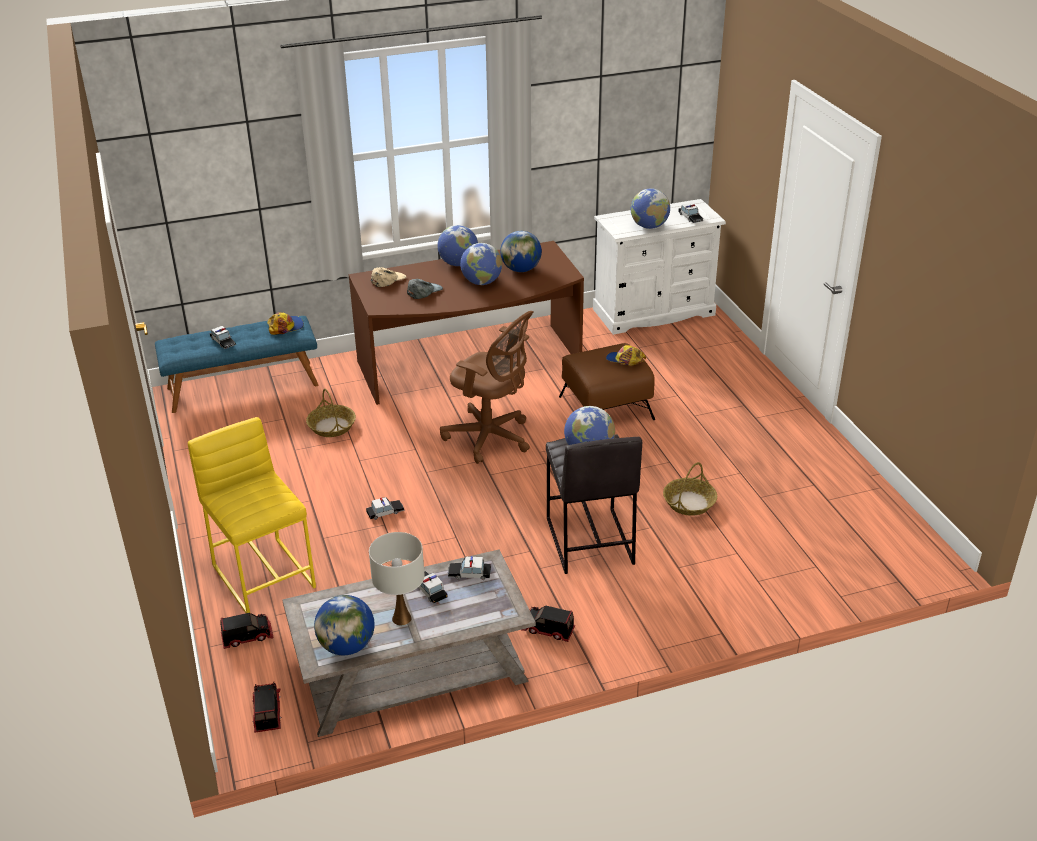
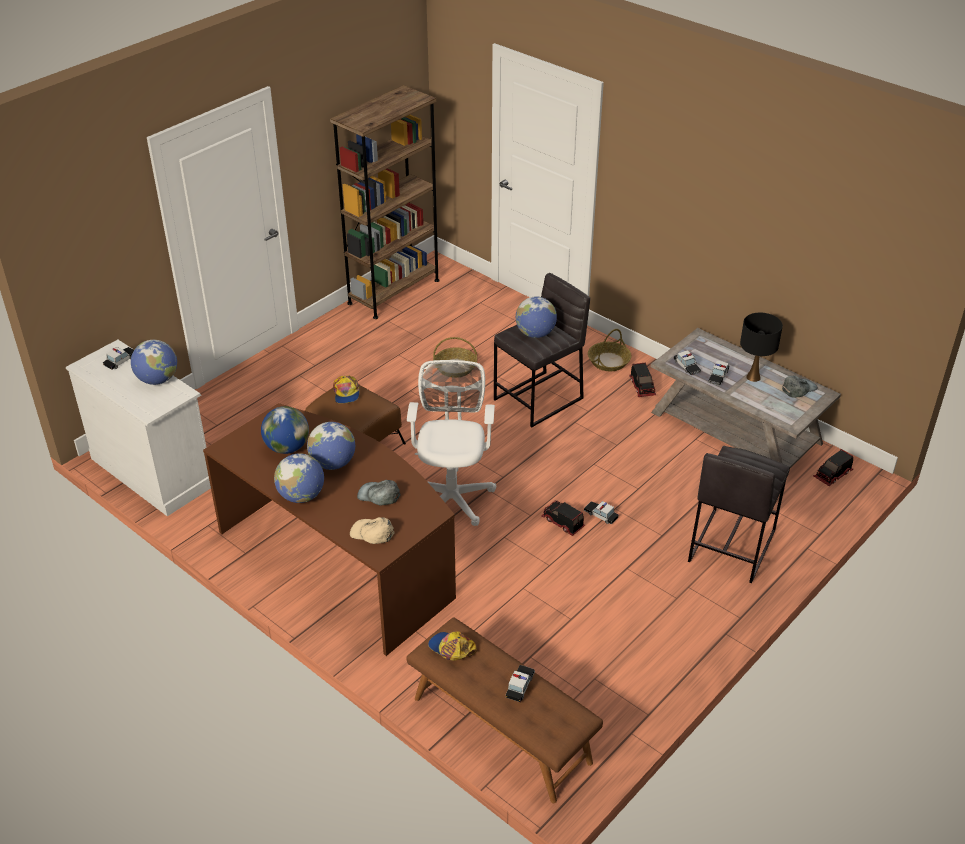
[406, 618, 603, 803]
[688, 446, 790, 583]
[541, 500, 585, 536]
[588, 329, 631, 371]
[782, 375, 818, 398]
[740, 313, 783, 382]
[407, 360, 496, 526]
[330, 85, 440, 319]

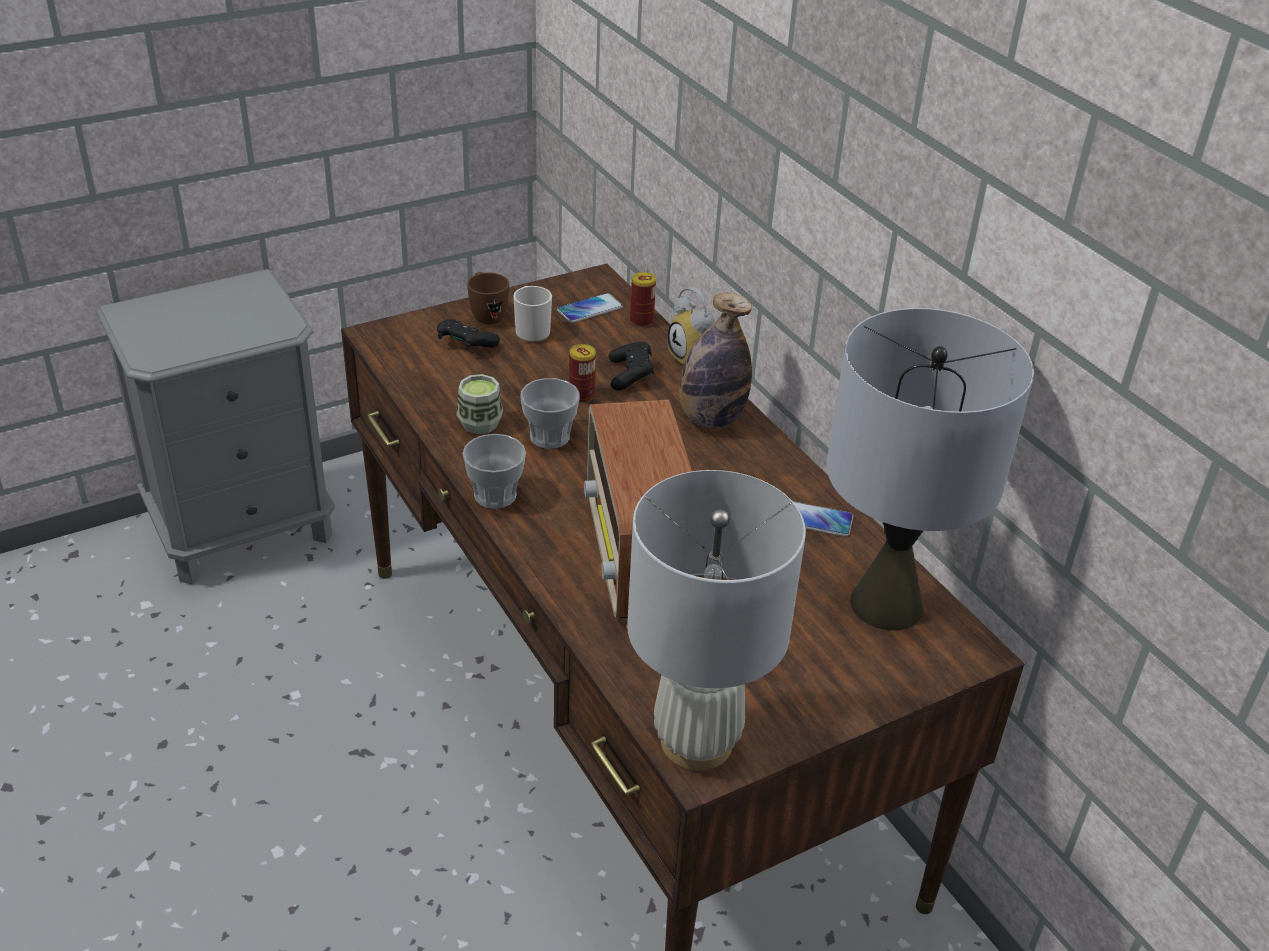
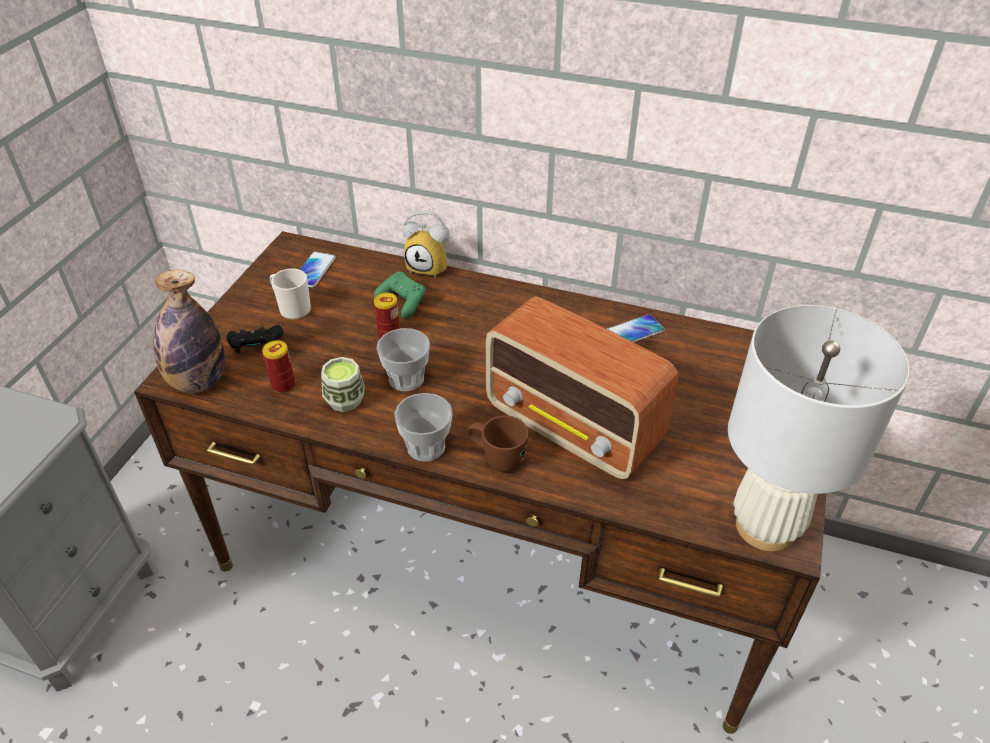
[468, 415, 529, 472]
[374, 272, 426, 319]
[262, 340, 295, 393]
[153, 270, 225, 393]
[827, 308, 1034, 630] (first image)

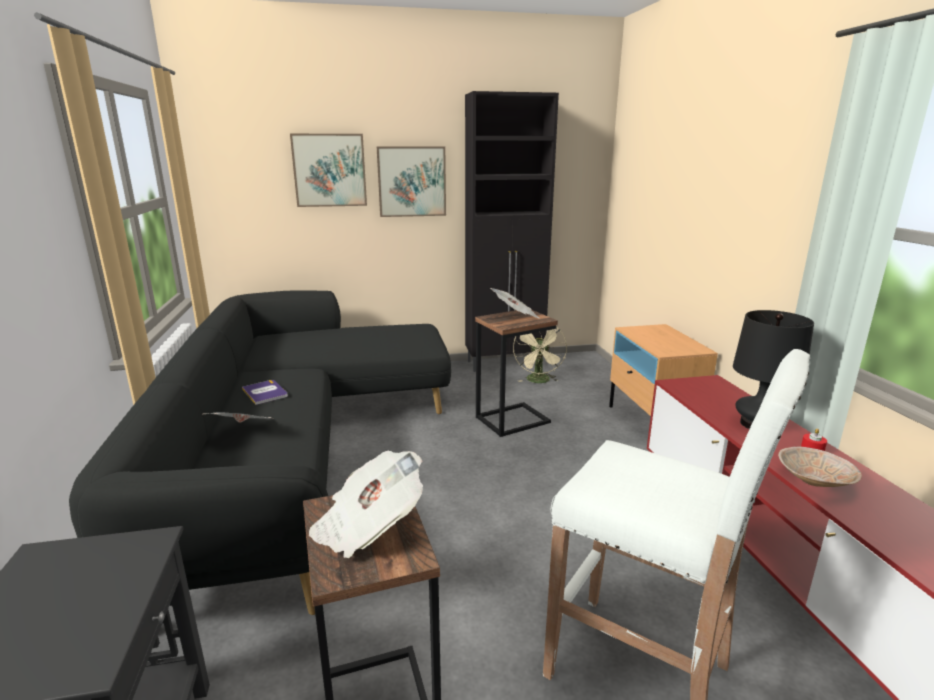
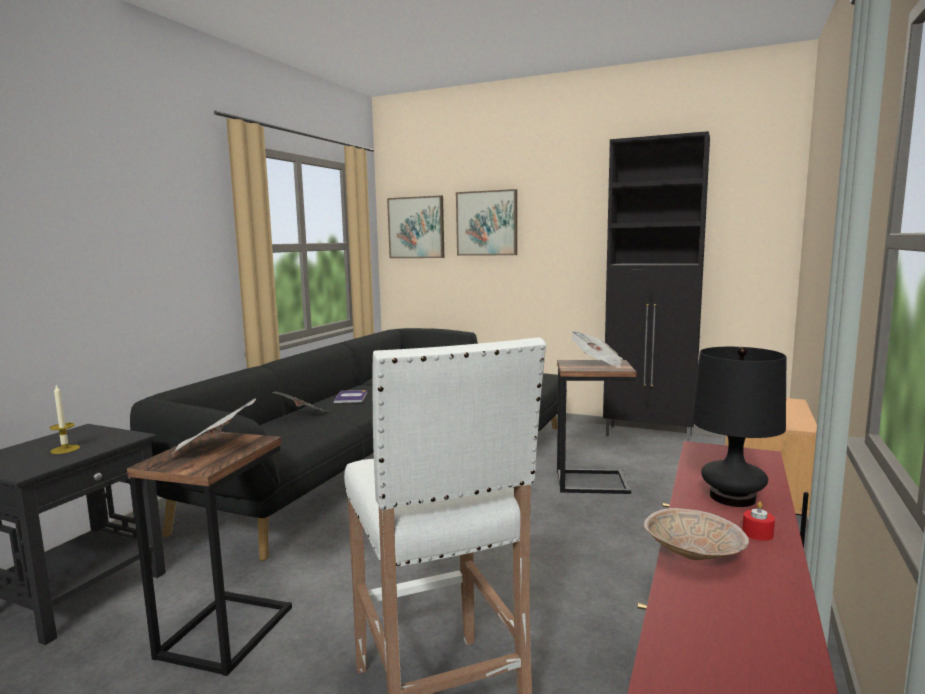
[387, 196, 444, 258]
[513, 327, 567, 383] (first image)
[49, 384, 80, 454]

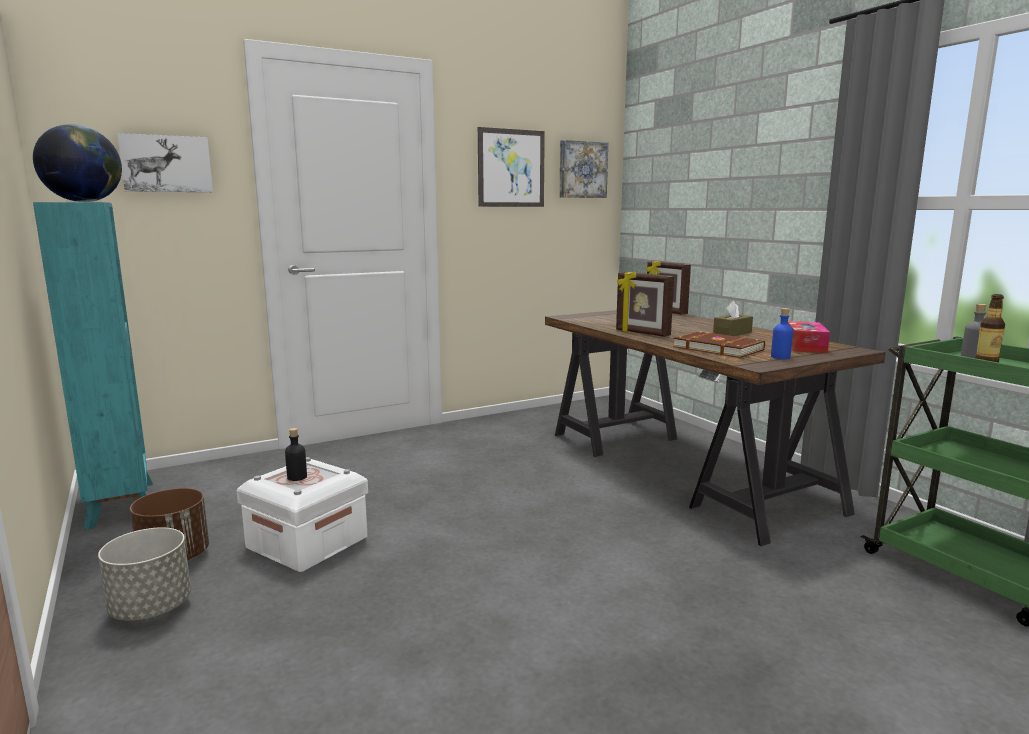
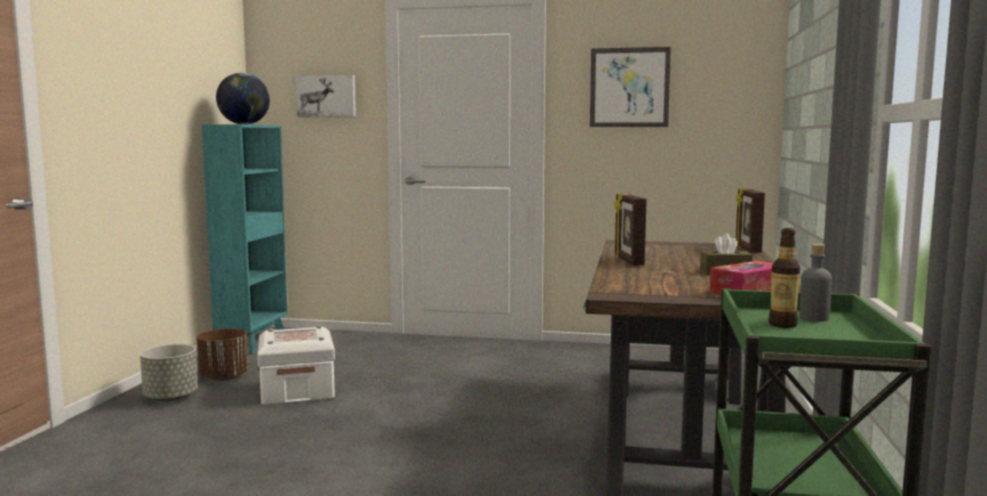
[285, 428, 307, 481] (first image)
[559, 140, 608, 198] (first image)
[673, 331, 765, 358] (first image)
[771, 308, 793, 359] (first image)

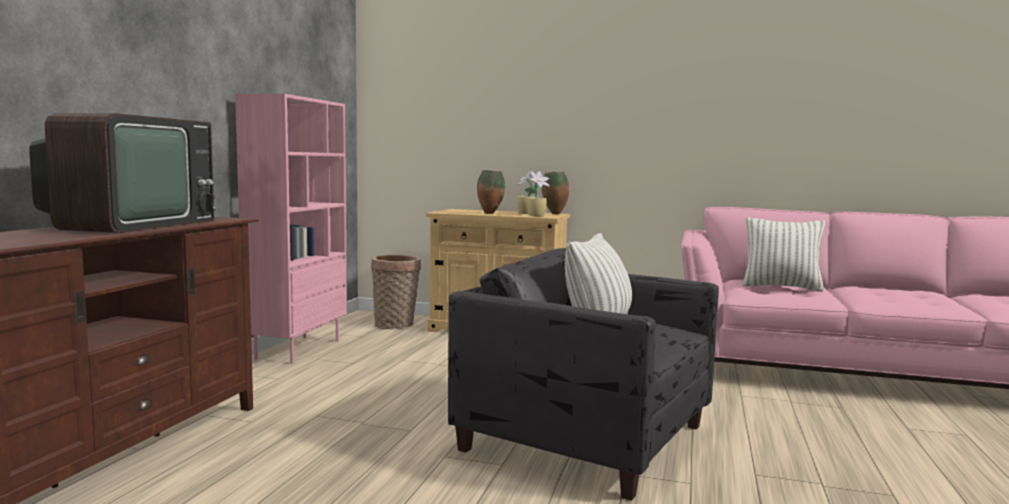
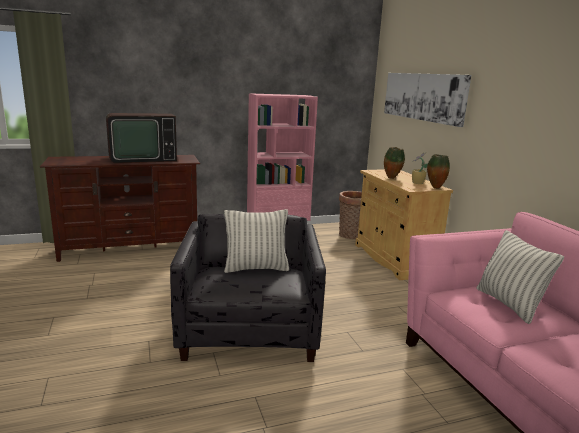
[524, 171, 549, 217] (first image)
[384, 73, 471, 127]

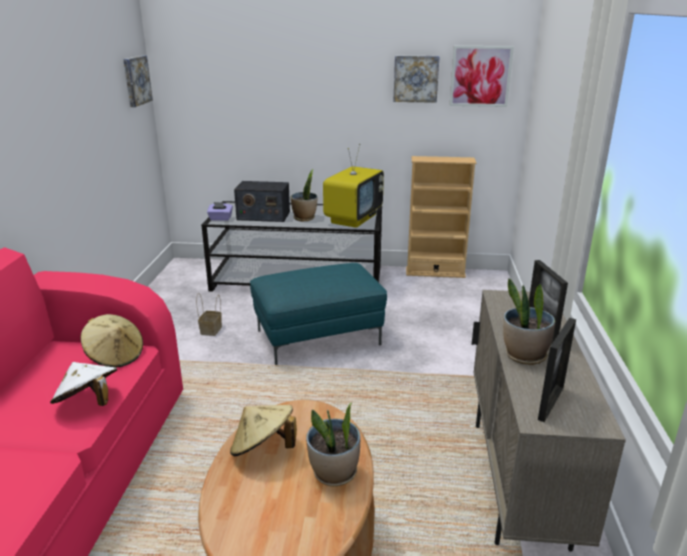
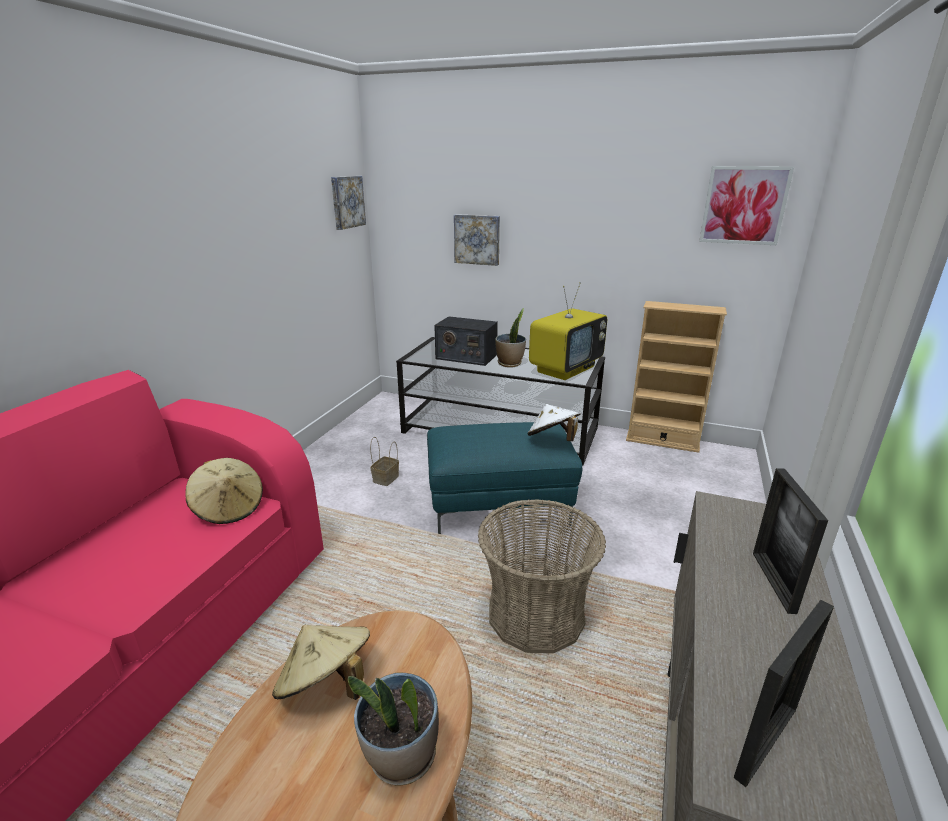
[528, 404, 580, 441]
[207, 202, 233, 221] (first image)
[454, 214, 500, 266]
[503, 278, 555, 365] (first image)
[478, 499, 606, 653]

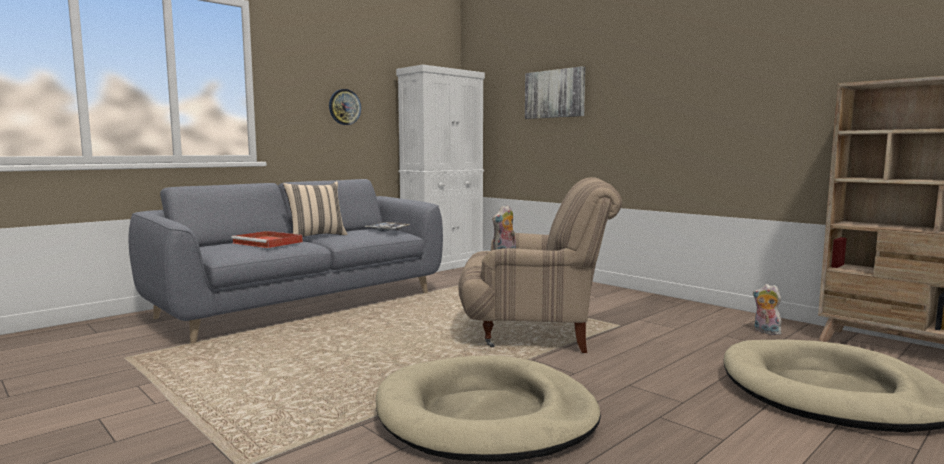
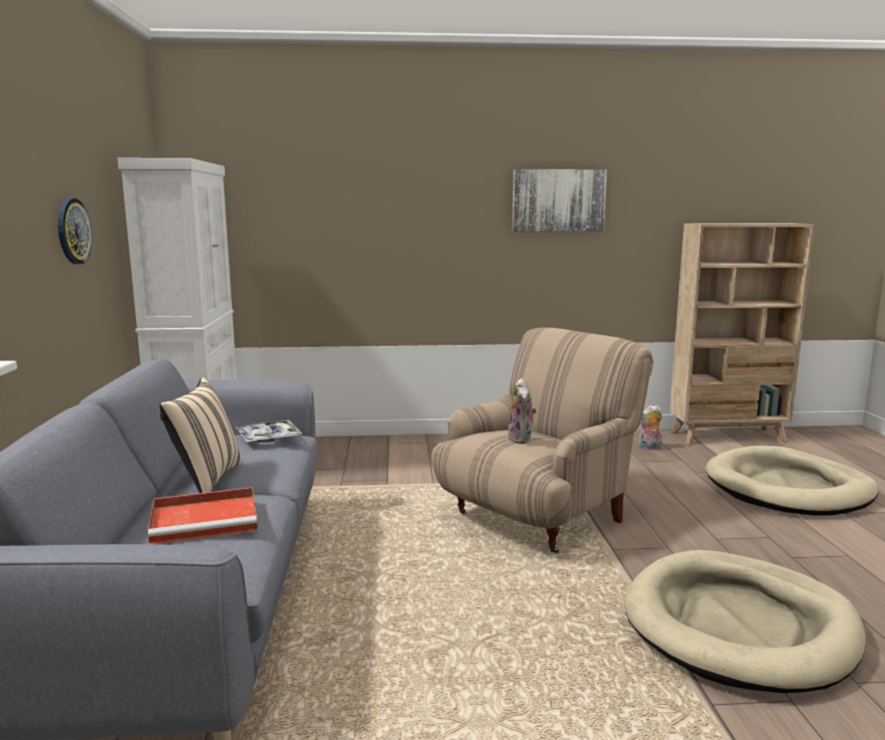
[512, 169, 607, 231]

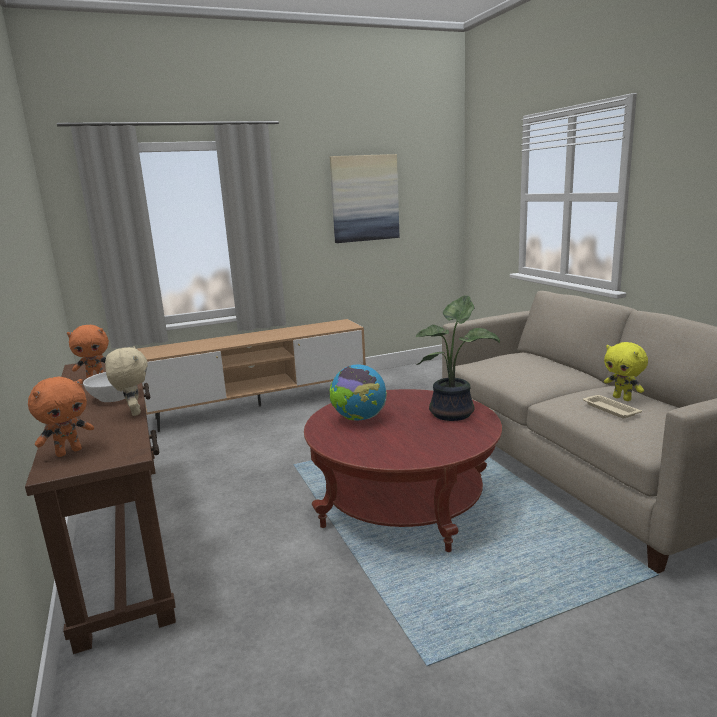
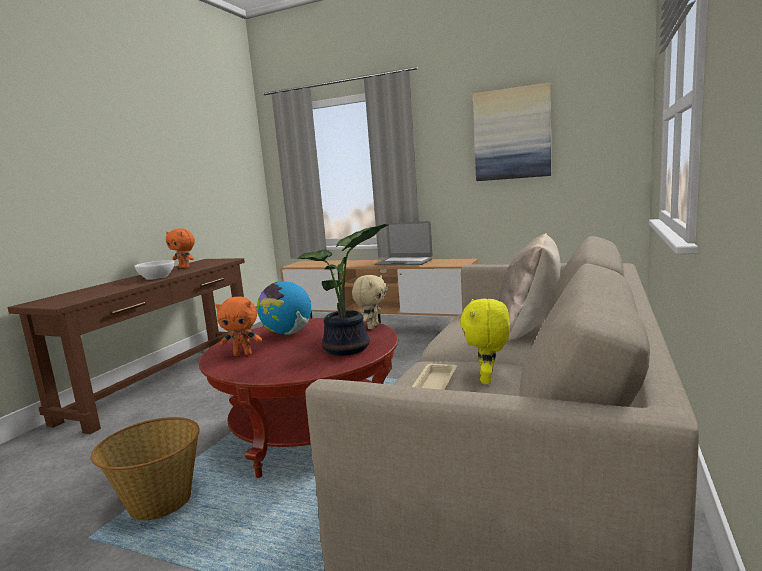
[215, 297, 262, 356]
[352, 275, 386, 329]
[91, 417, 200, 520]
[375, 221, 433, 265]
[499, 233, 561, 342]

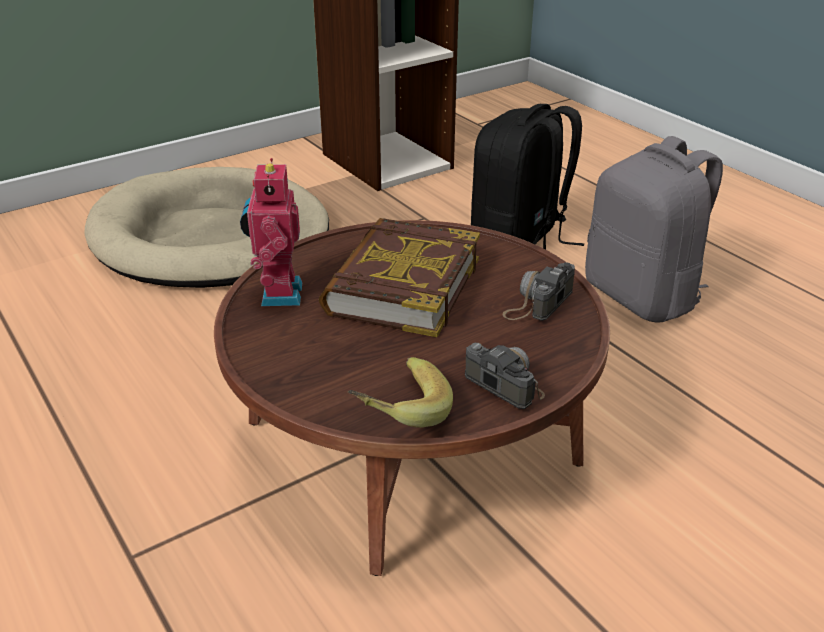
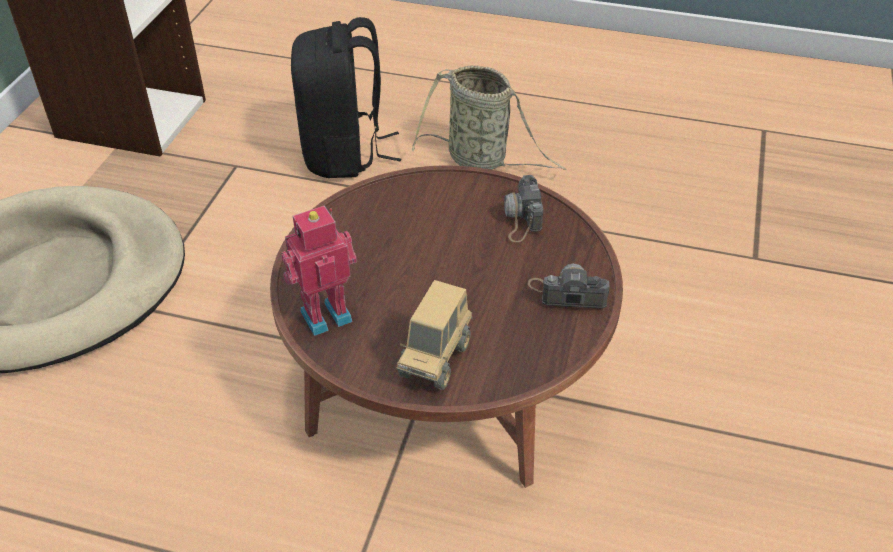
[282, 206, 357, 336]
[319, 218, 480, 337] (first image)
[348, 357, 453, 428] (first image)
[412, 65, 566, 170]
[396, 280, 472, 390]

